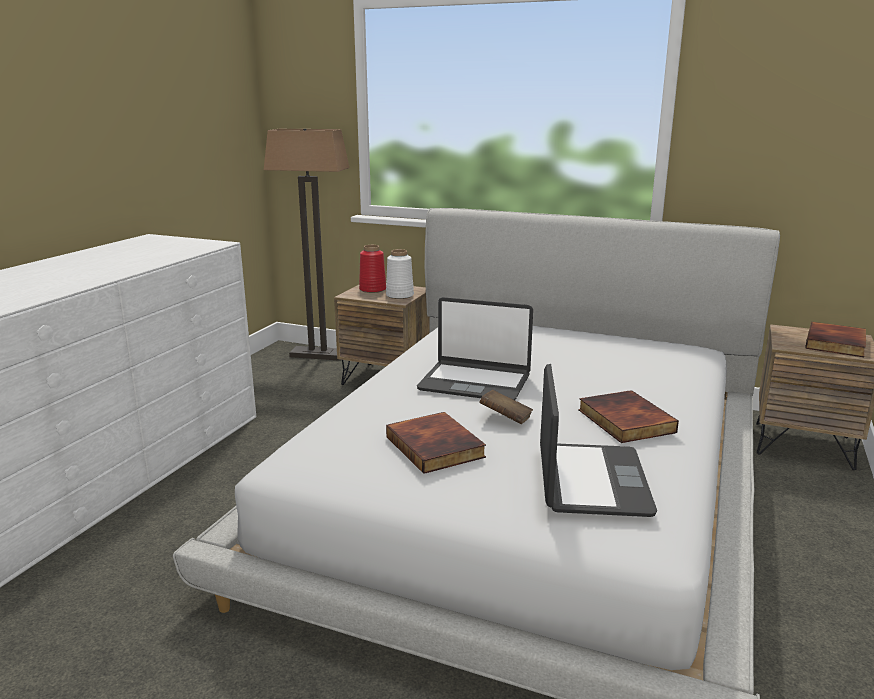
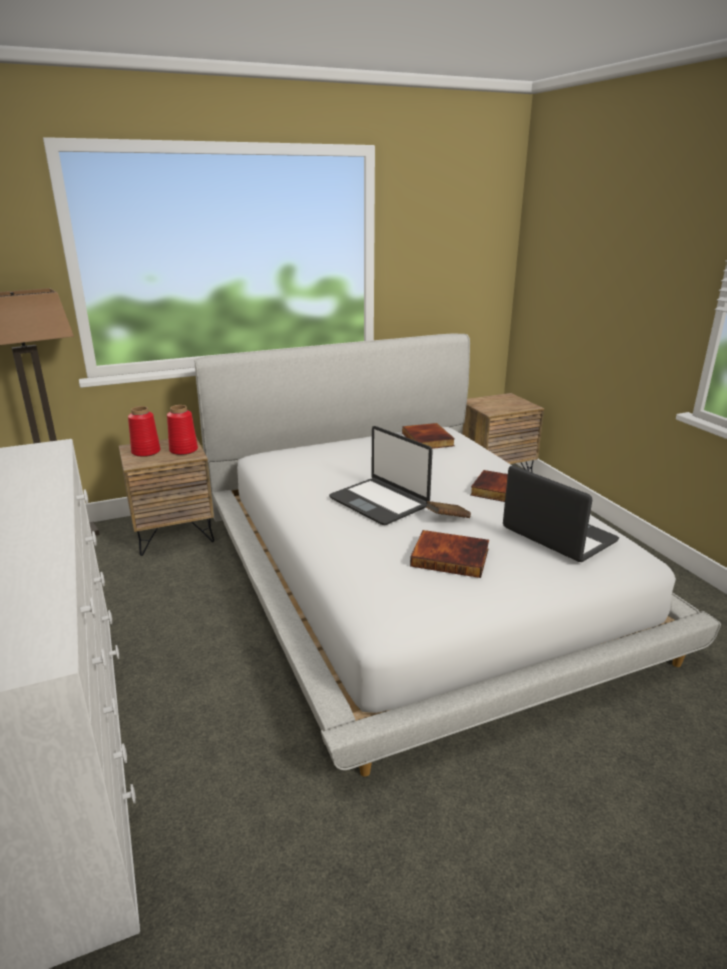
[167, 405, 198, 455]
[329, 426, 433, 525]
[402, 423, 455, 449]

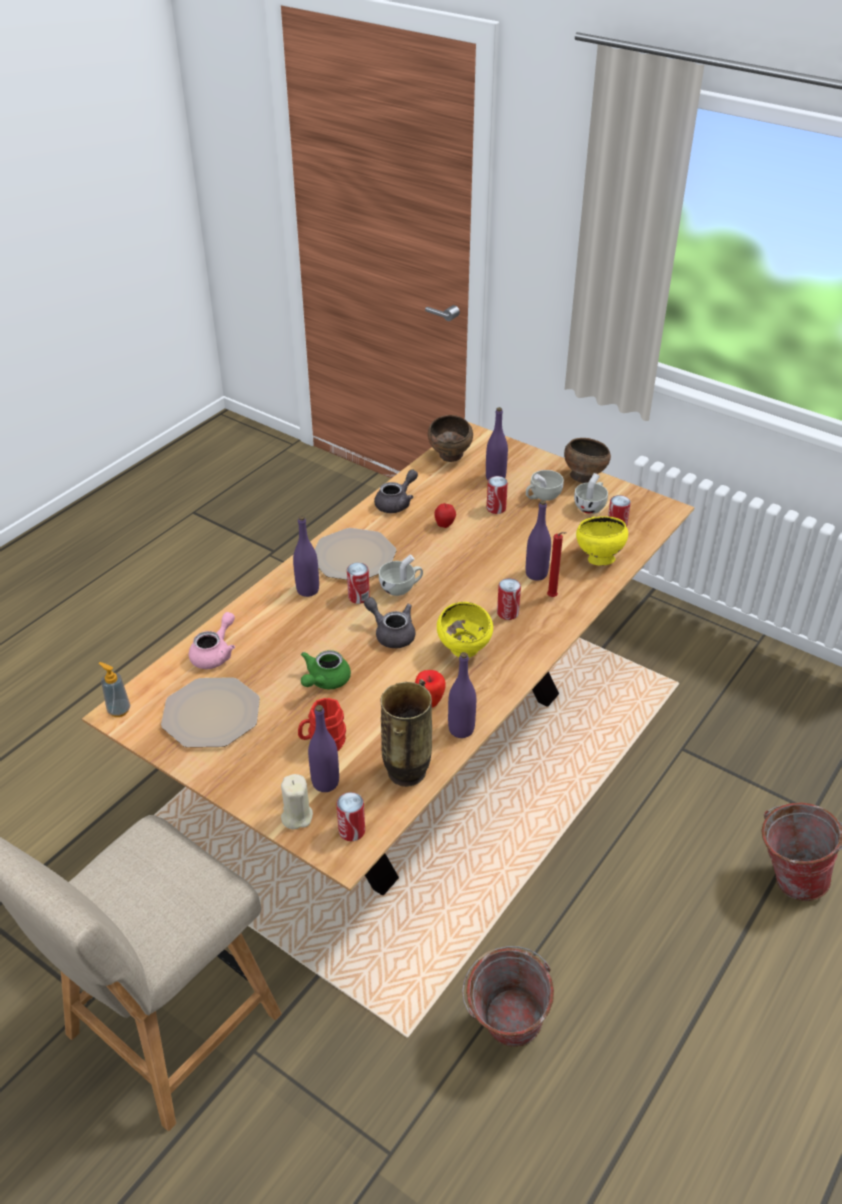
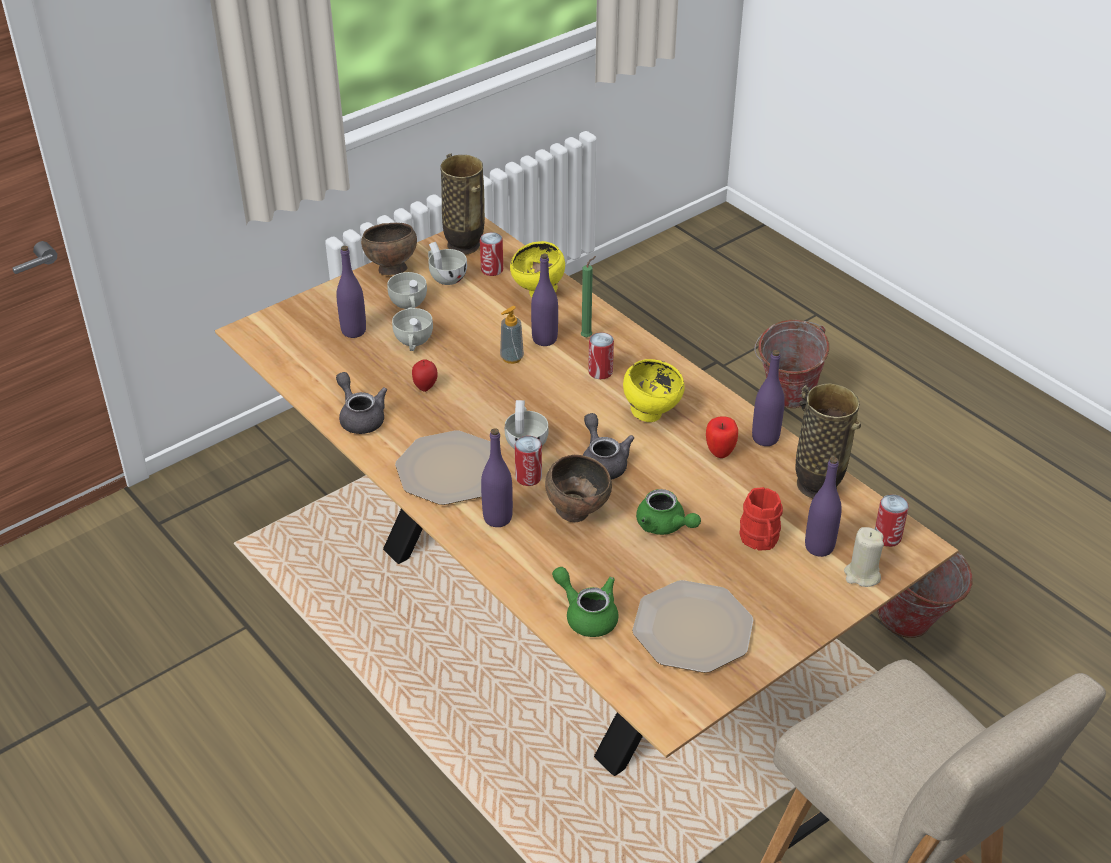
[500, 306, 524, 364]
[552, 567, 618, 637]
[583, 413, 634, 480]
[545, 455, 612, 522]
[392, 308, 433, 351]
[581, 256, 596, 338]
[440, 153, 485, 255]

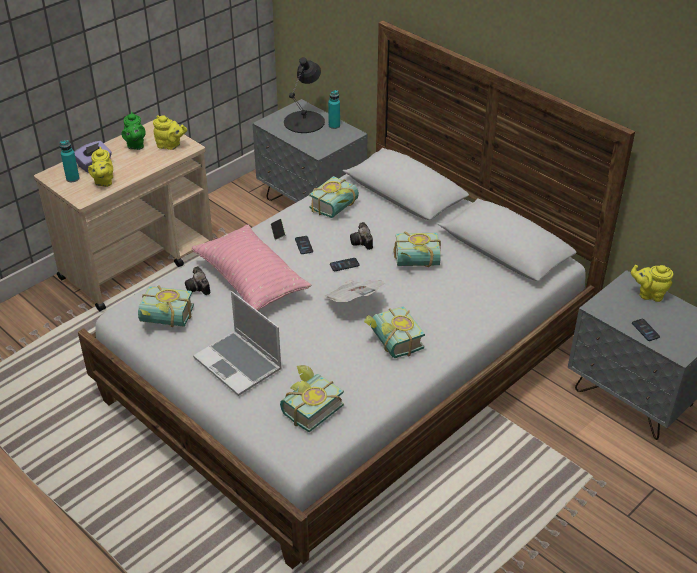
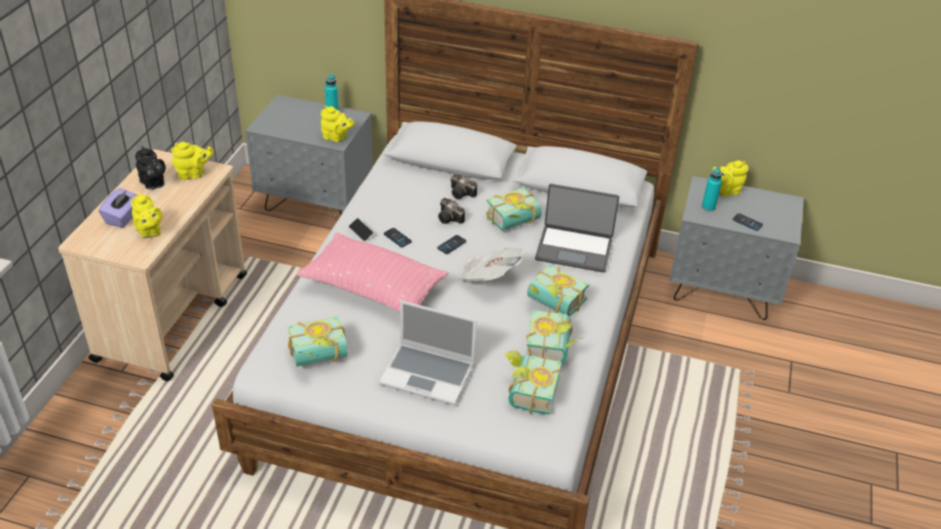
[702, 168, 722, 211]
[135, 146, 166, 190]
[450, 174, 477, 199]
[284, 57, 325, 133] (first image)
[526, 310, 581, 364]
[321, 106, 355, 142]
[535, 184, 619, 273]

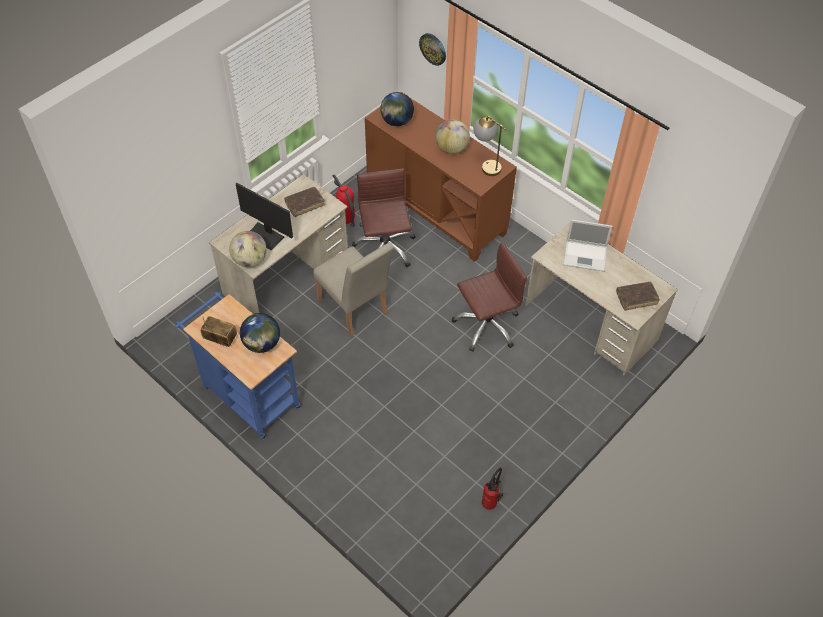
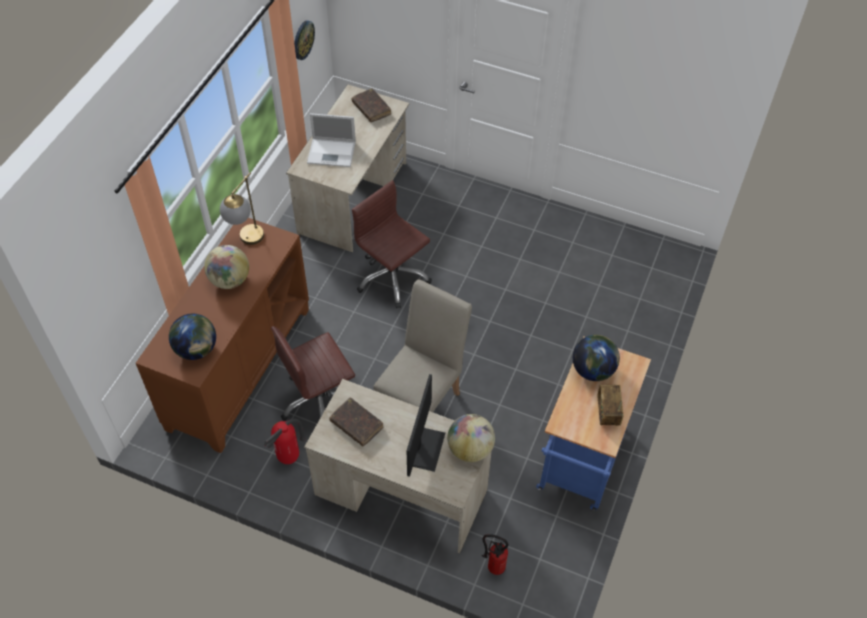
[294, 20, 315, 60]
[482, 534, 509, 575]
[307, 113, 356, 167]

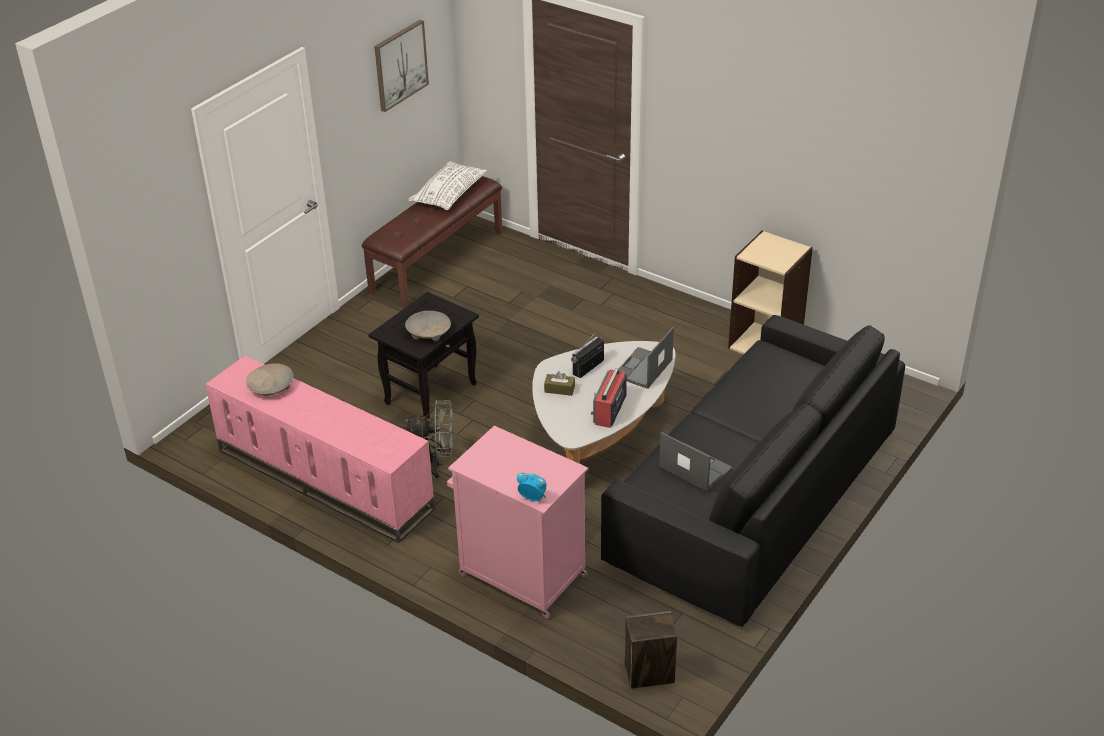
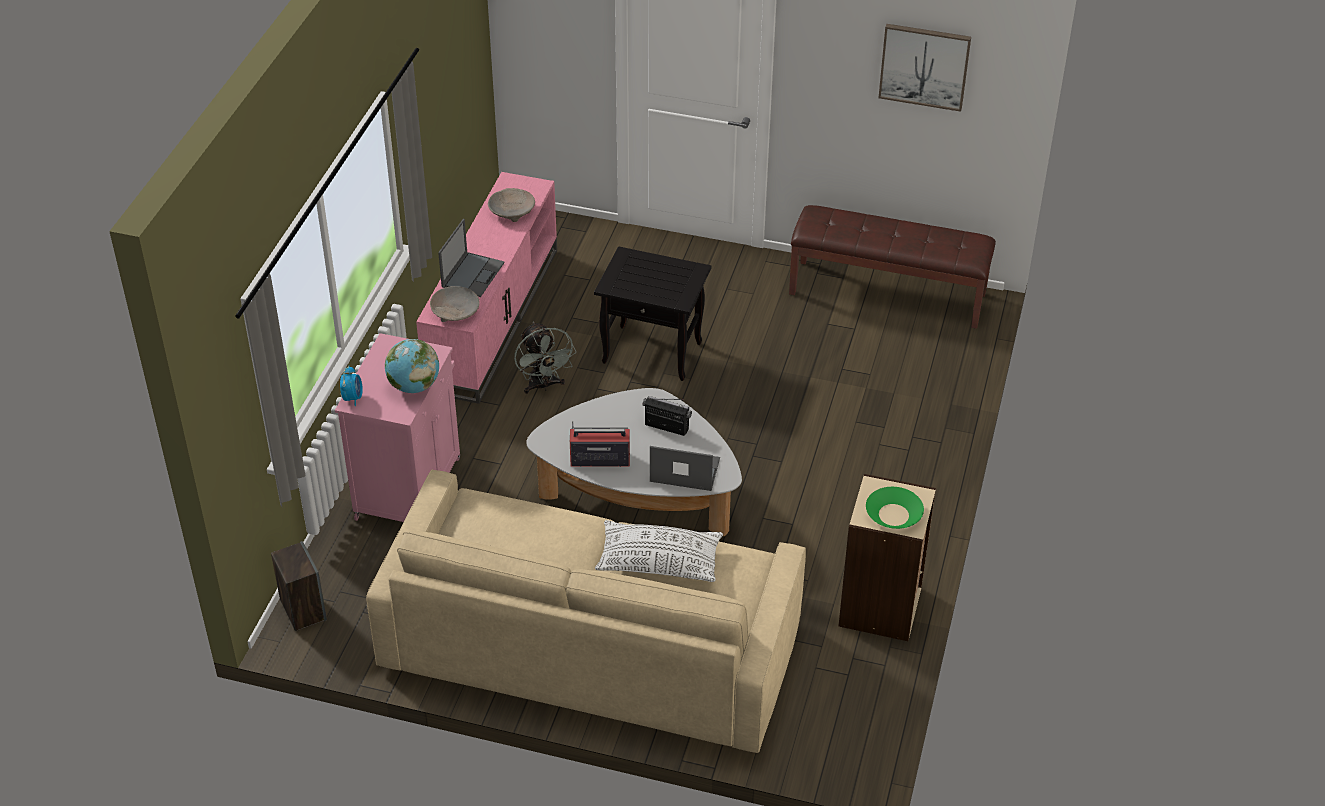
[430, 286, 480, 322]
[595, 520, 723, 582]
[544, 371, 575, 396] (first image)
[366, 469, 806, 753]
[438, 219, 504, 297]
[385, 339, 439, 393]
[866, 487, 924, 529]

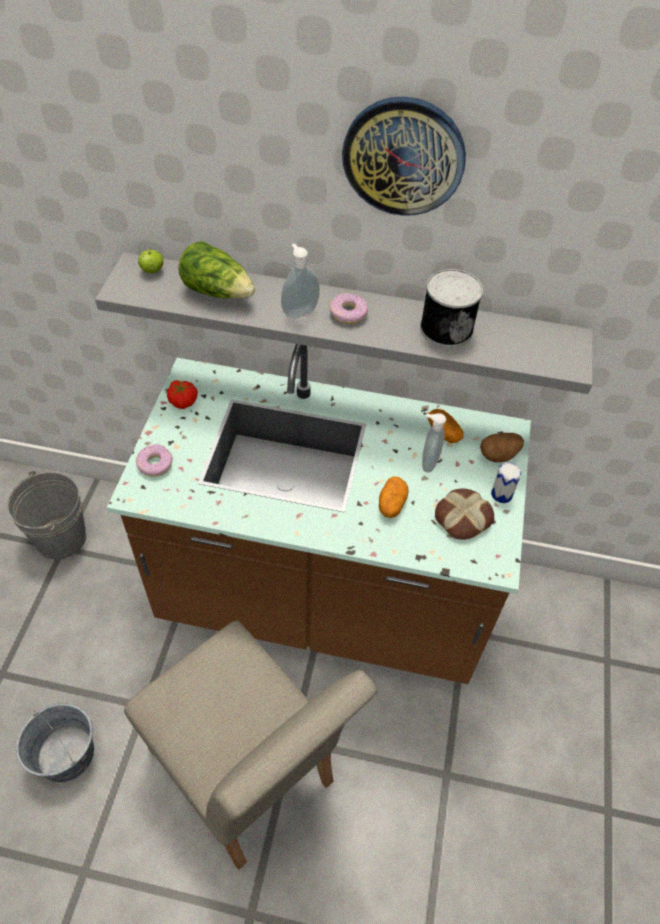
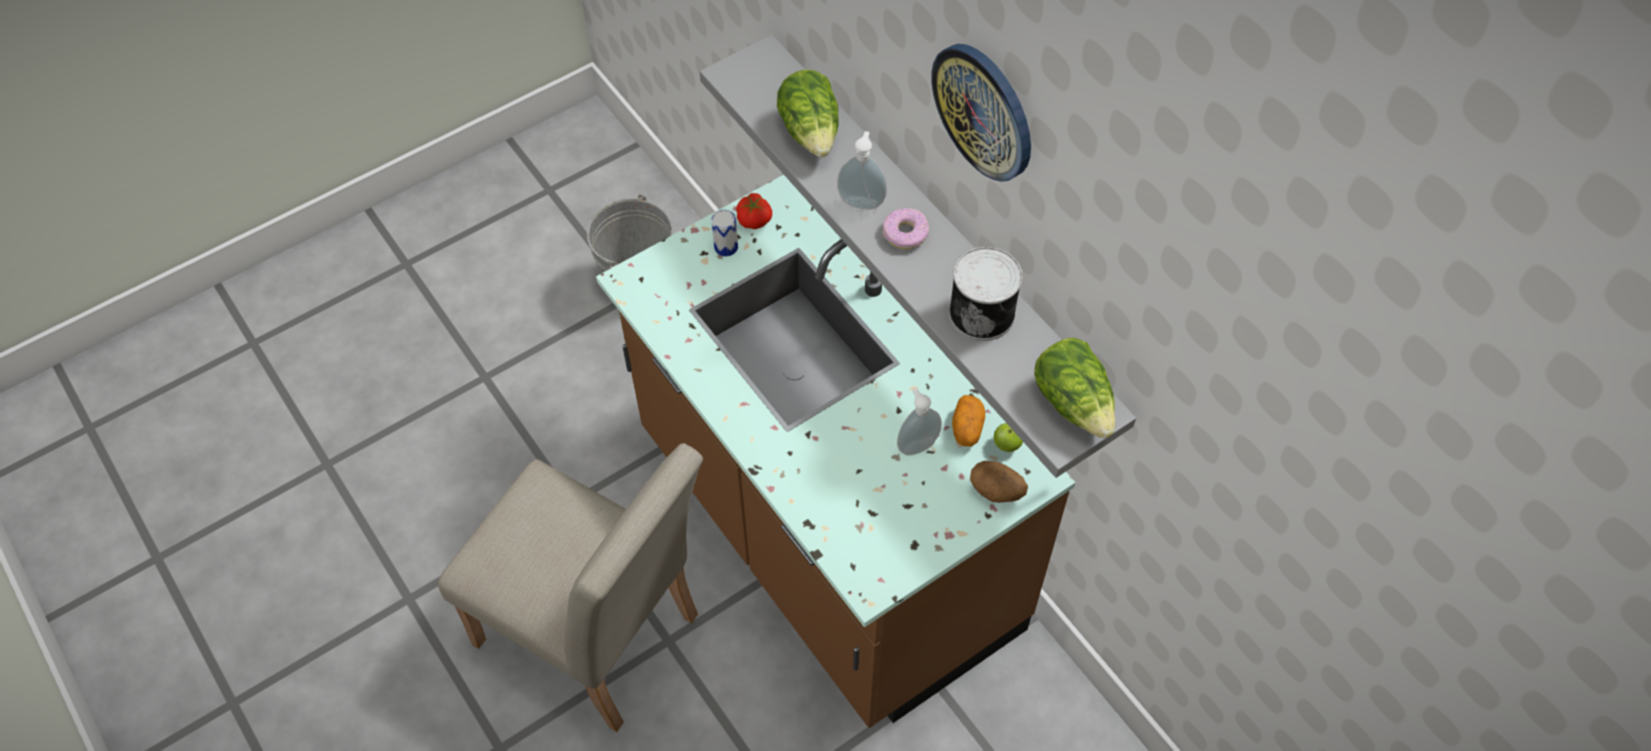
[16, 703, 94, 782] (first image)
[438, 443, 703, 732]
[136, 444, 173, 477] (first image)
[994, 423, 1023, 452]
[379, 476, 408, 518] (first image)
[435, 488, 494, 540] (first image)
[711, 210, 738, 256]
[1034, 338, 1115, 439]

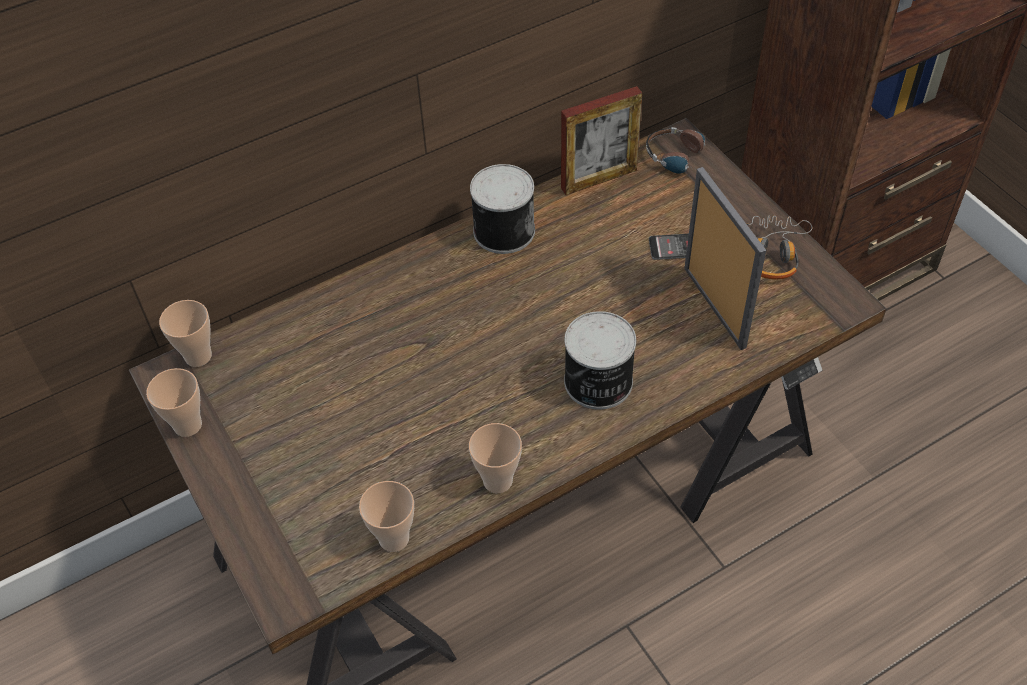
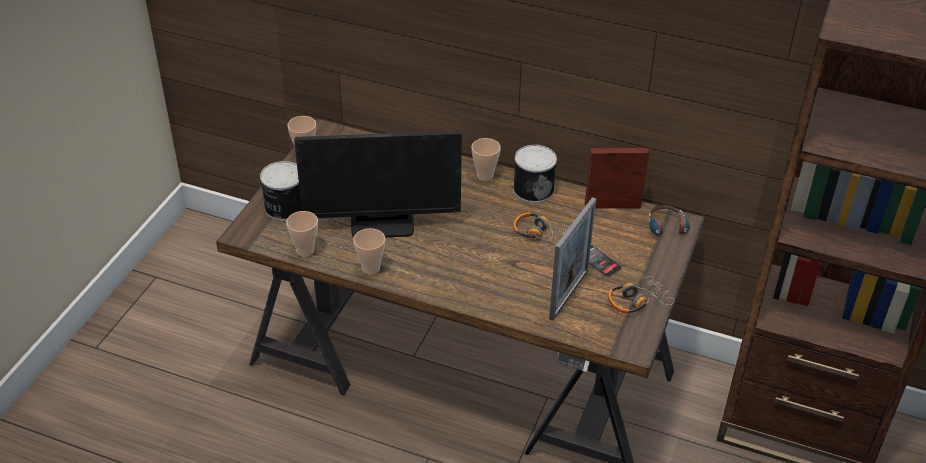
[472, 138, 501, 181]
[585, 148, 649, 209]
[260, 161, 302, 221]
[294, 131, 462, 237]
[513, 212, 568, 251]

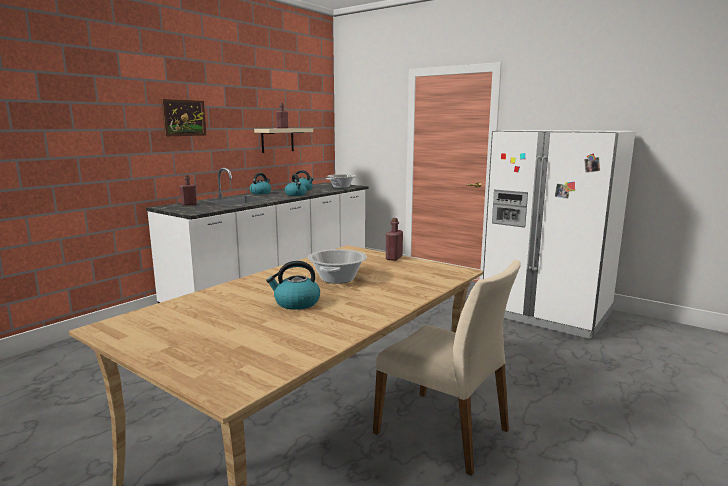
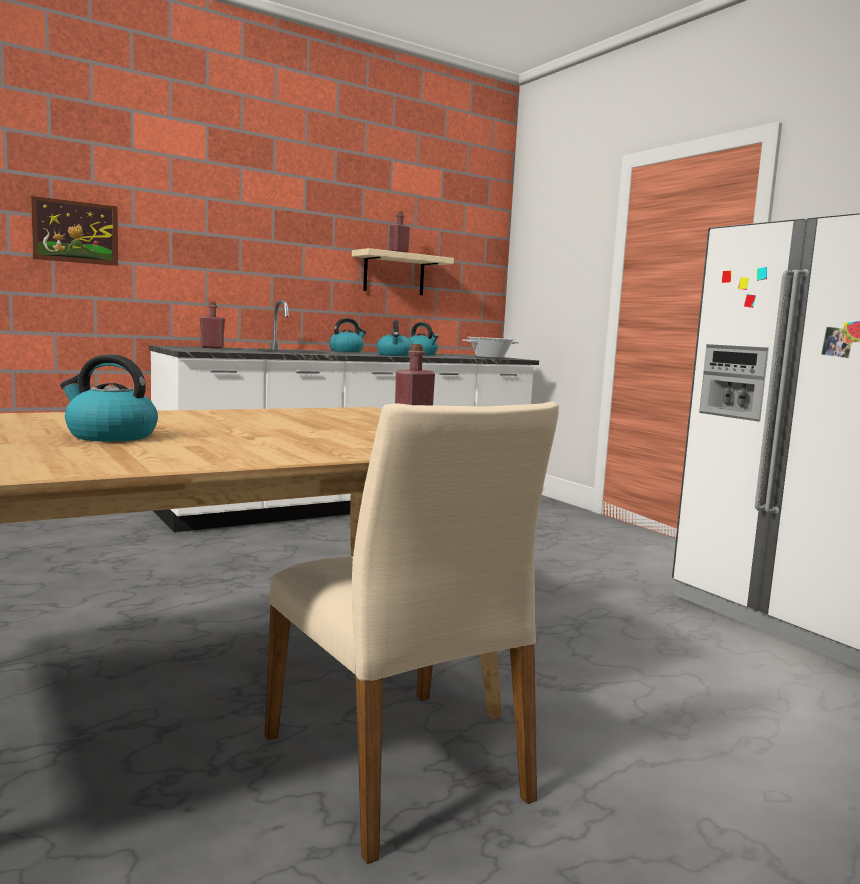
[31, 196, 118, 266]
[308, 249, 367, 284] (first image)

